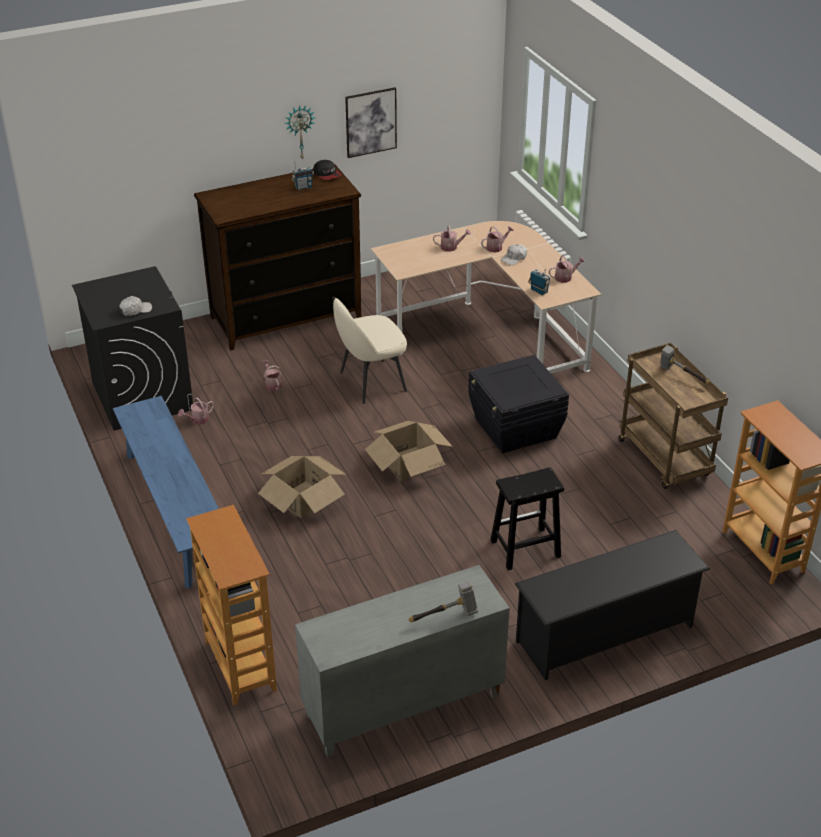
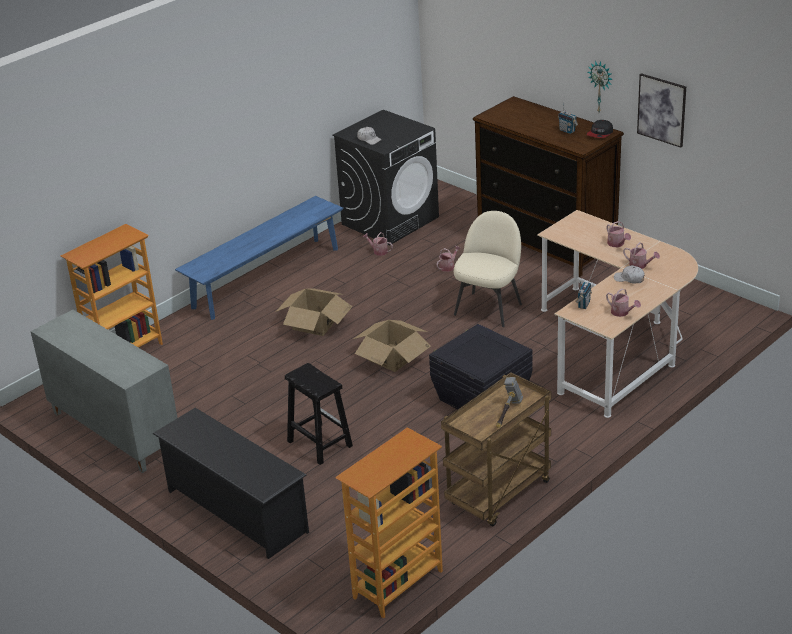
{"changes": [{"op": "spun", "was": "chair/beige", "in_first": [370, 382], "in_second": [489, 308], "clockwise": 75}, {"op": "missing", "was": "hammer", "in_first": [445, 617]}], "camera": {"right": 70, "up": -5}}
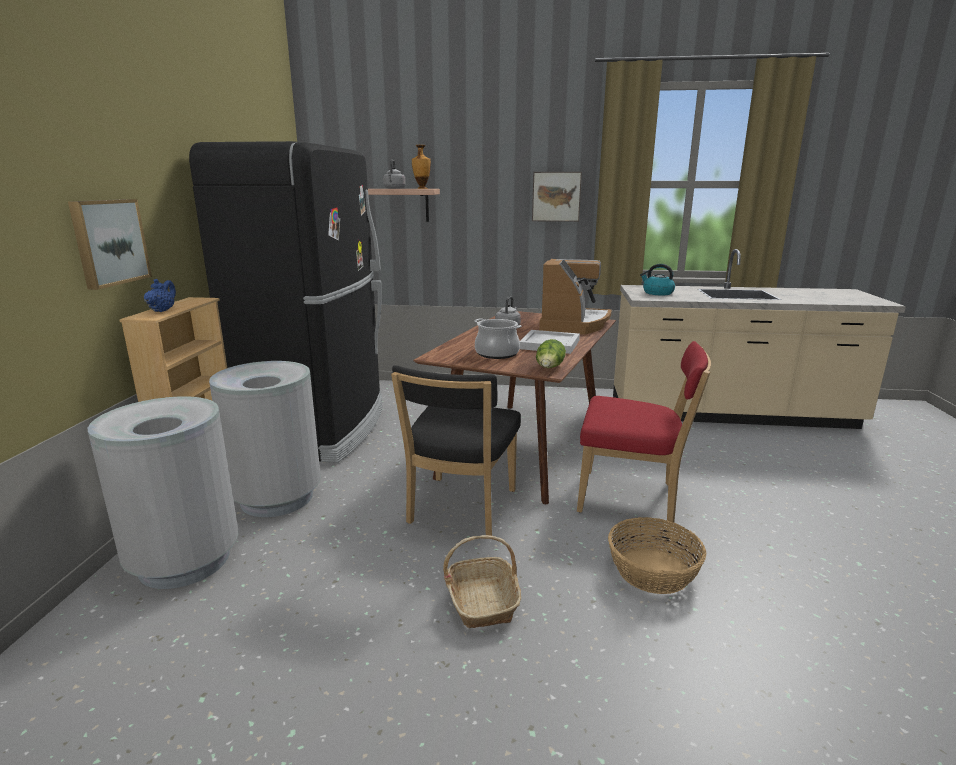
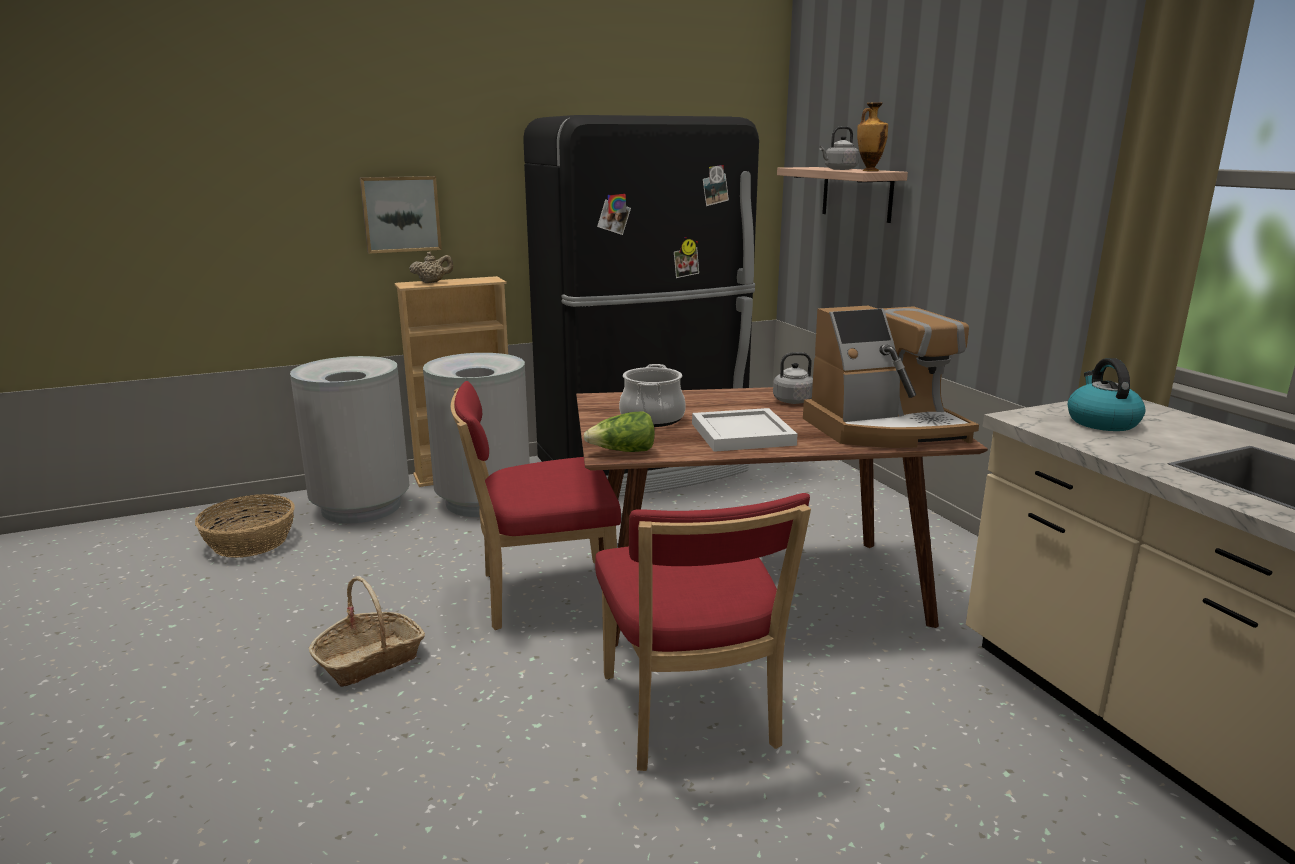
{"changes": [{"op": "colour", "was": "teapot/blue", "now": "teapot/beige", "in_first": [162, 310], "in_second": [432, 282]}, {"op": "colour", "was": "chair/black", "now": "chair/red", "in_first": [460, 509], "in_second": [541, 595]}, {"op": "missing", "was": "picture", "in_first": [556, 196]}, {"op": "relocated", "was": "basket", "in_first": [652, 570], "in_second": [251, 542]}], "camera": {"right": 60, "up": 0}}
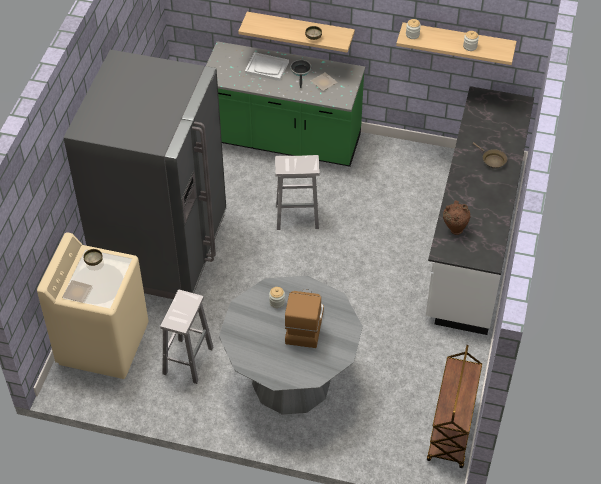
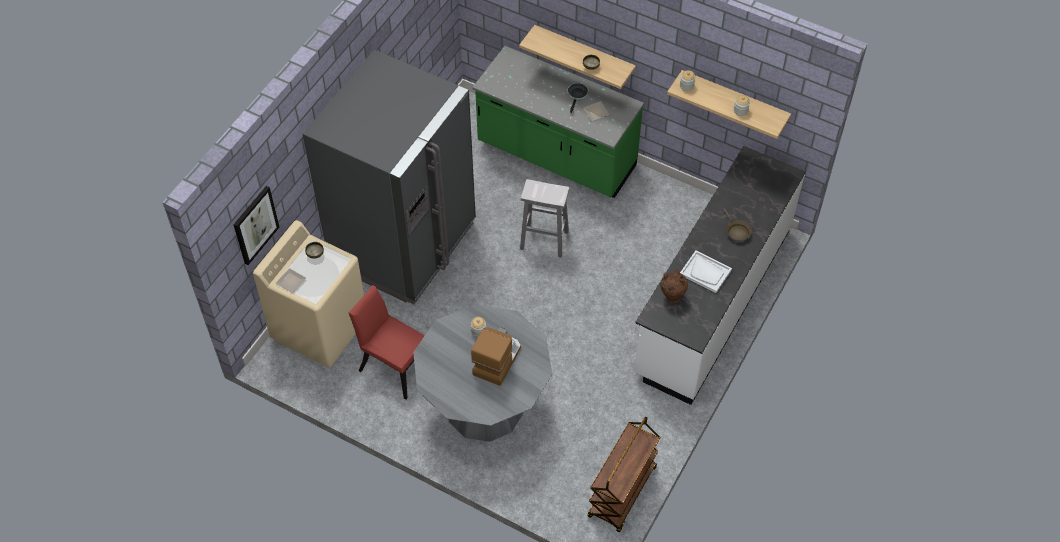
{"changes": [{"op": "exchanged", "was": "stool/white", "now": "chair/red", "in_first": [188, 360], "in_second": [394, 363]}, {"op": "relocated", "was": "tray/white", "in_first": [267, 67], "in_second": [705, 272]}, {"op": "appeared", "now": "picture", "in_second": [255, 225]}], "camera": {"right": 15, "up": 5}}
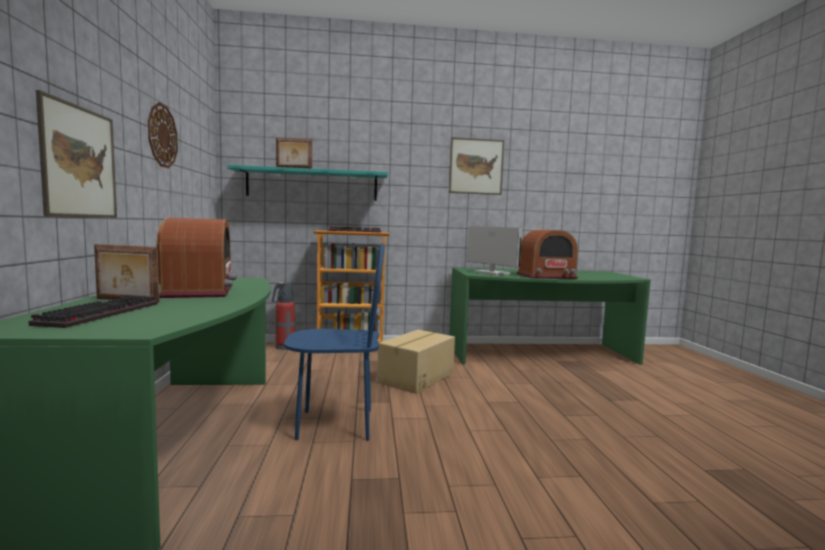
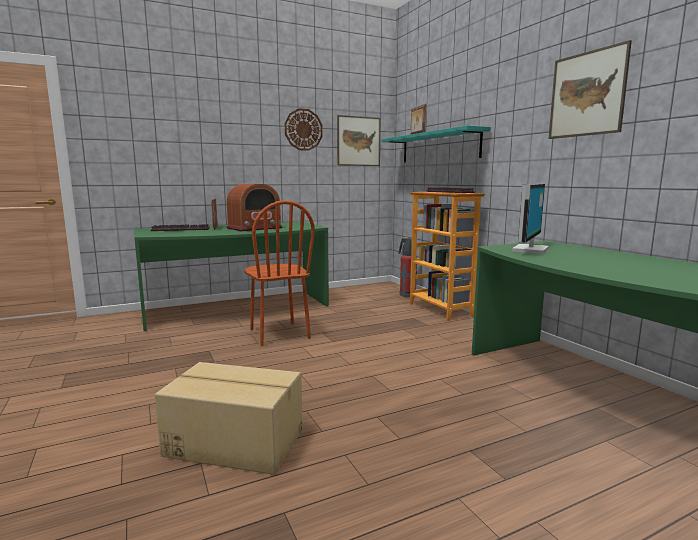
{"changes": [{"op": "relocated", "was": "picture", "in_first": [80, 162], "in_second": [358, 141]}, {"op": "colour", "was": "chair/blue", "now": "chair/brown", "in_first": [335, 424], "in_second": [279, 334]}, {"op": "relocated", "was": "cardboard box", "in_first": [415, 378], "in_second": [235, 442]}, {"op": "missing", "was": "radio", "in_first": [546, 276]}], "camera": {"right": 70, "up": 5}}
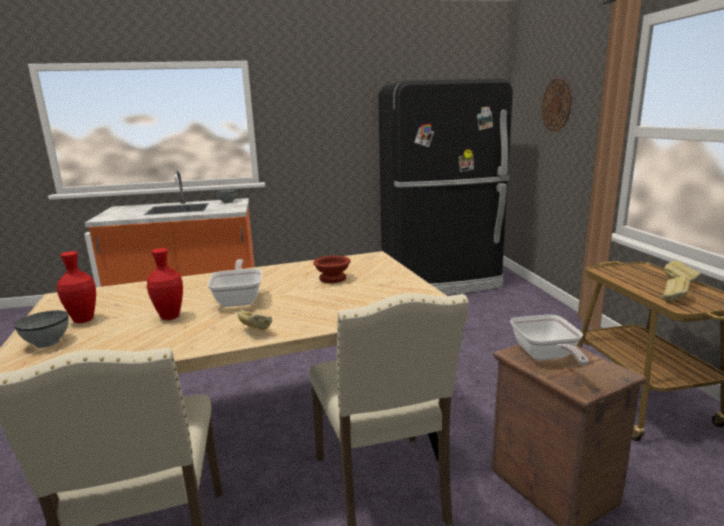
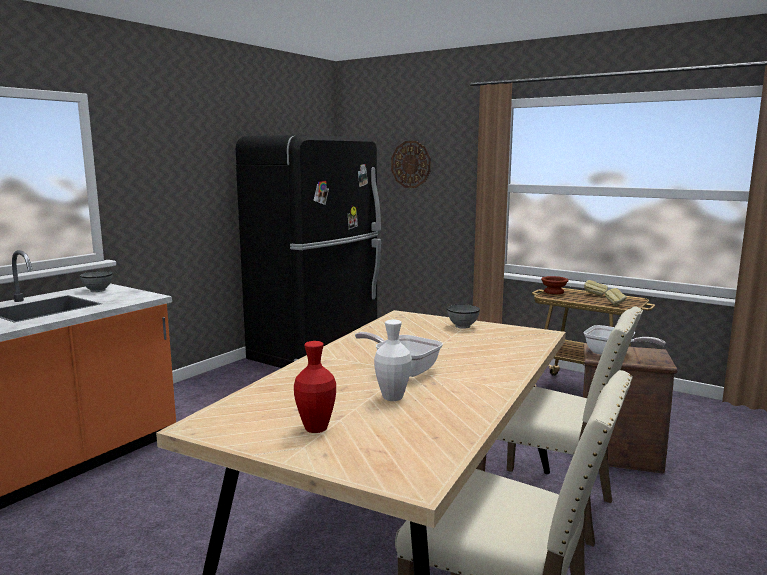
{"changes": [{"op": "relocated", "was": "bowl/grey", "in_first": [47, 343], "in_second": [462, 326]}, {"op": "colour", "was": "vase/red", "now": "vase/white", "in_first": [170, 317], "in_second": [392, 398]}, {"op": "missing", "was": "bread", "in_first": [255, 331]}, {"op": "relocated", "was": "bowl/brown", "in_first": [334, 278], "in_second": [554, 292]}], "camera": {"right": -45, "up": -5}}
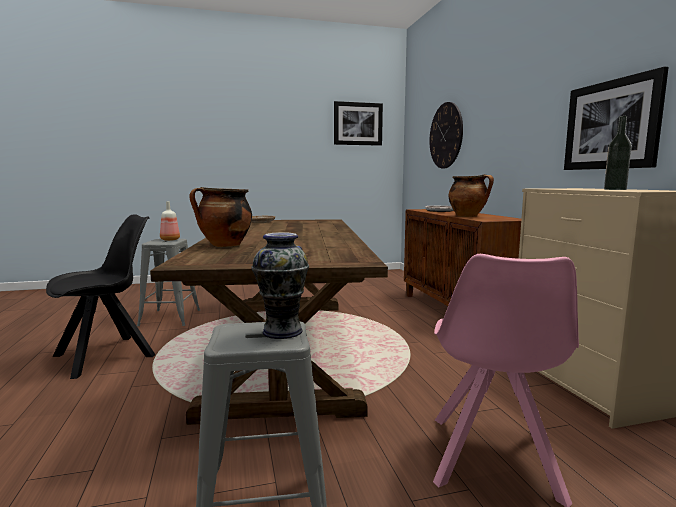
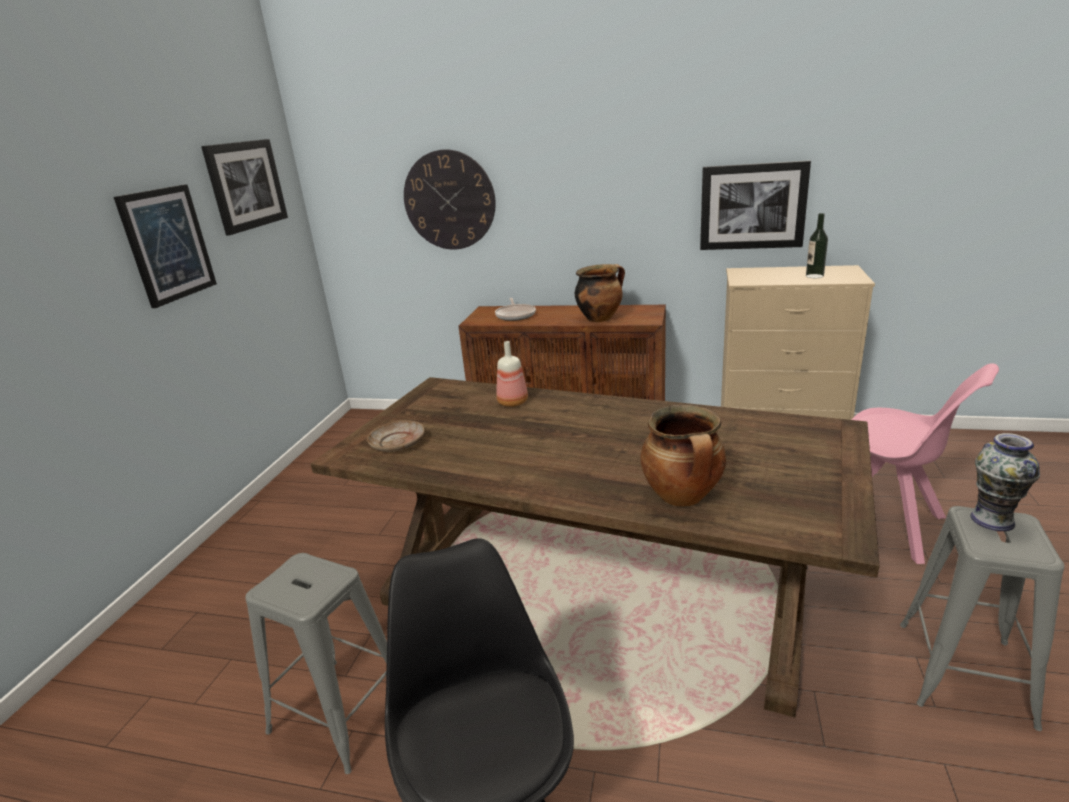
{"changes": [{"op": "relocated", "was": "bottle", "in_first": [169, 240], "in_second": [513, 403]}, {"op": "appeared", "now": "picture", "in_second": [167, 244]}], "camera": {"right": -60, "up": 15}}
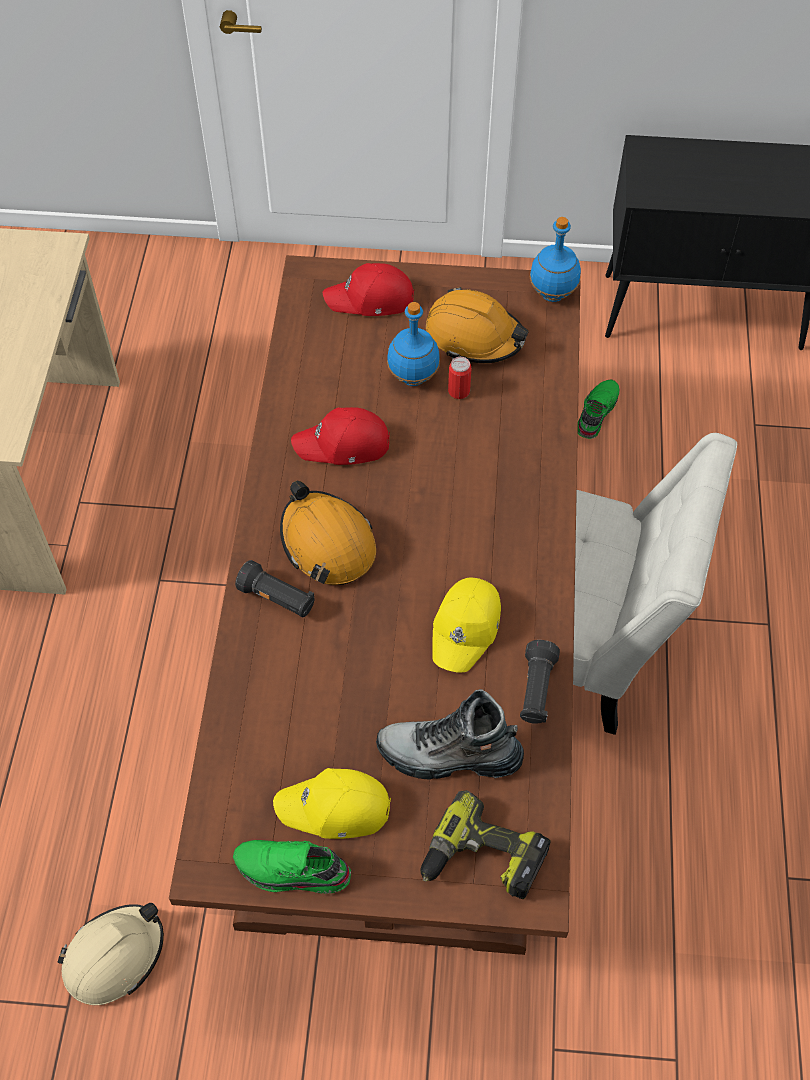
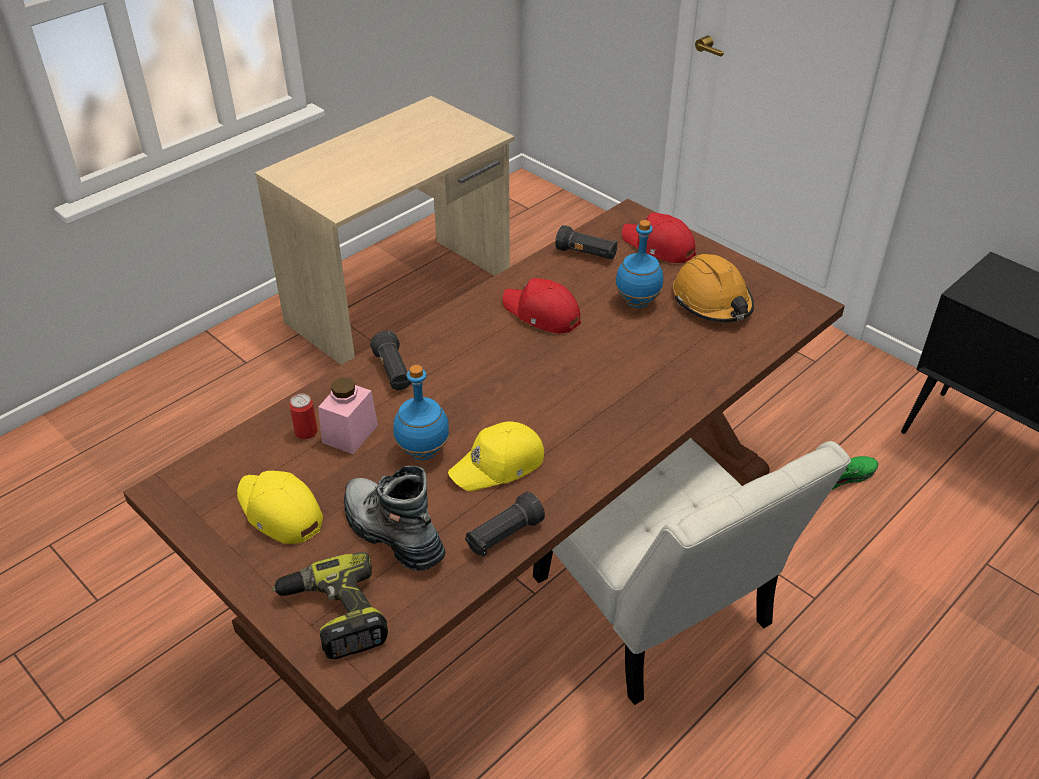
{"changes": [{"op": "missing", "was": "hard hat/beige", "in_first": [114, 956]}, {"op": "missing", "was": "shoe/green", "in_first": [291, 872]}, {"op": "missing", "was": "hard hat/orange", "in_first": [327, 543]}, {"op": "relocated", "was": "can", "in_first": [459, 391], "in_second": [306, 432]}, {"op": "relocated", "was": "bottle/blue", "in_first": [552, 294], "in_second": [422, 452]}, {"op": "appeared", "now": "jar/pink", "in_second": [350, 433]}, {"op": "appeared", "now": "flashlight/black", "in_second": [586, 254]}], "camera": {"right": 40, "up": -15}}
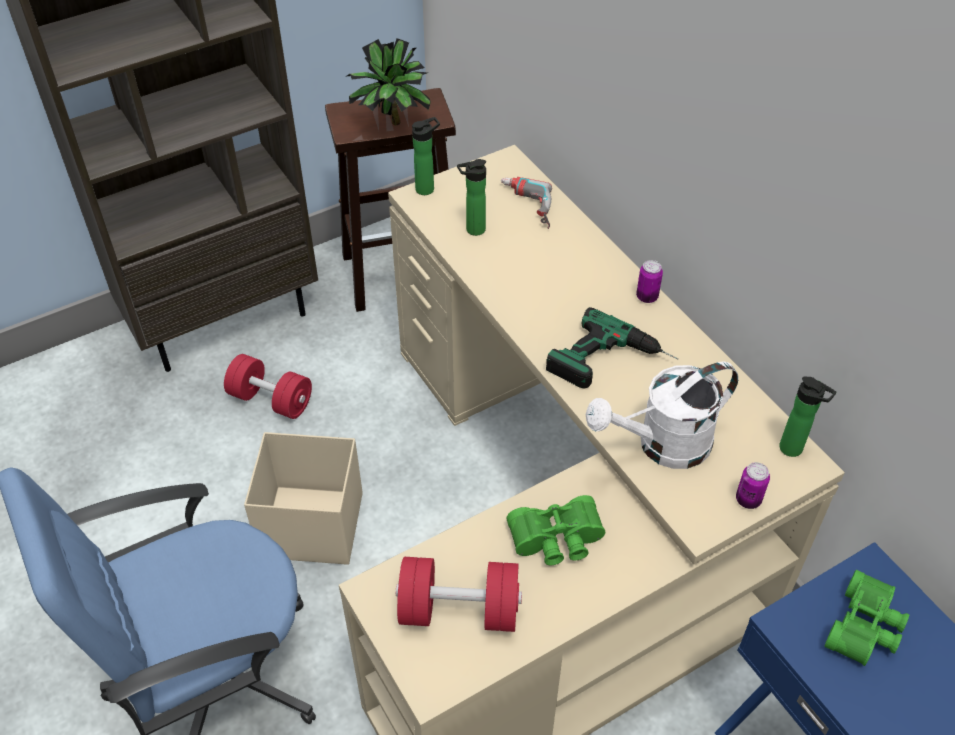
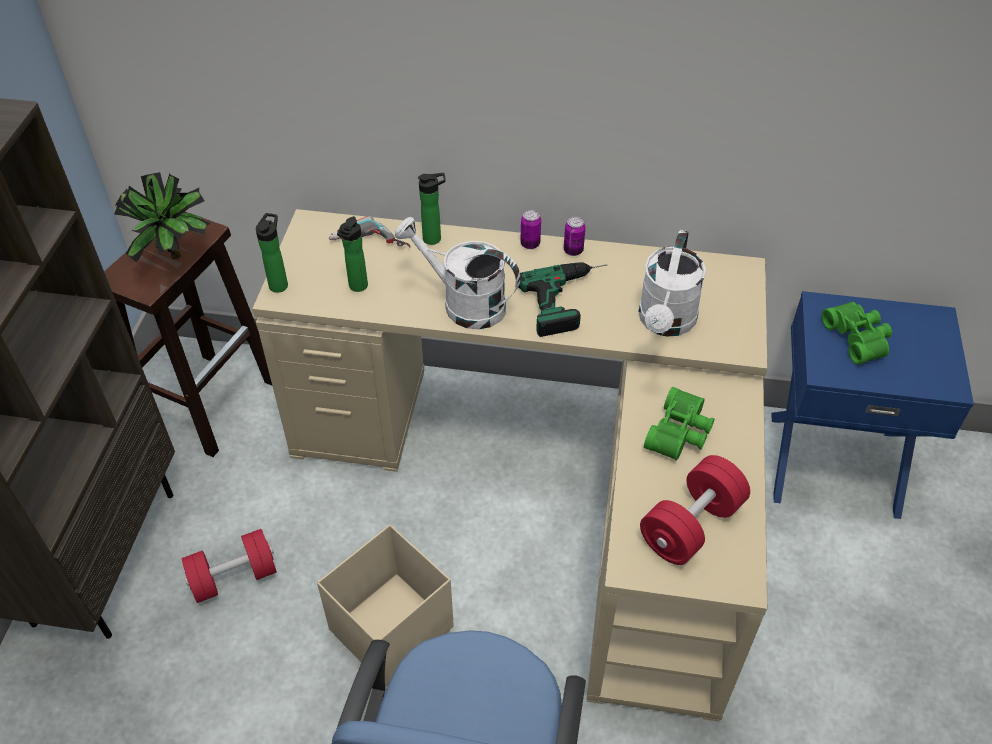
{"changes": [{"op": "relocated", "was": "can", "in_first": [748, 500], "in_second": [573, 250]}, {"op": "relocated", "was": "bottle", "in_first": [794, 450], "in_second": [435, 238]}, {"op": "appeared", "now": "watering can/white", "in_second": [463, 303]}], "camera": {"right": -50, "up": 0}}
